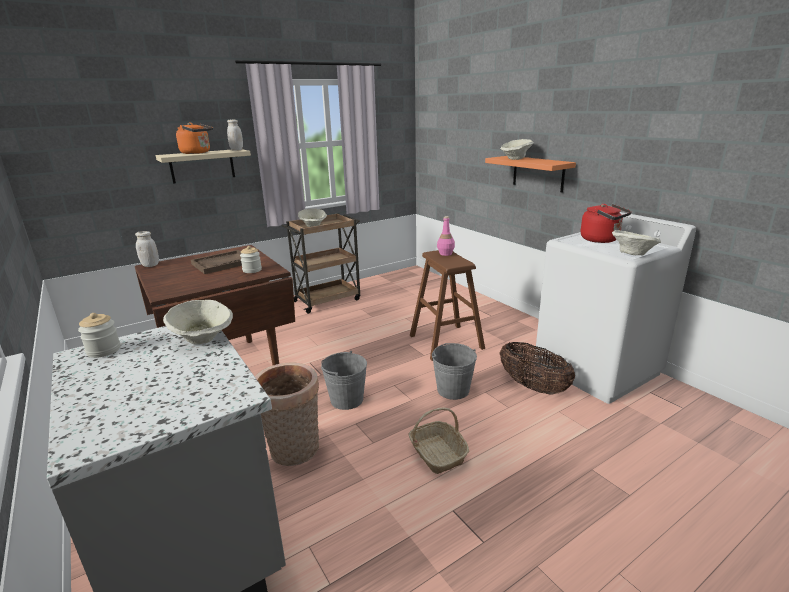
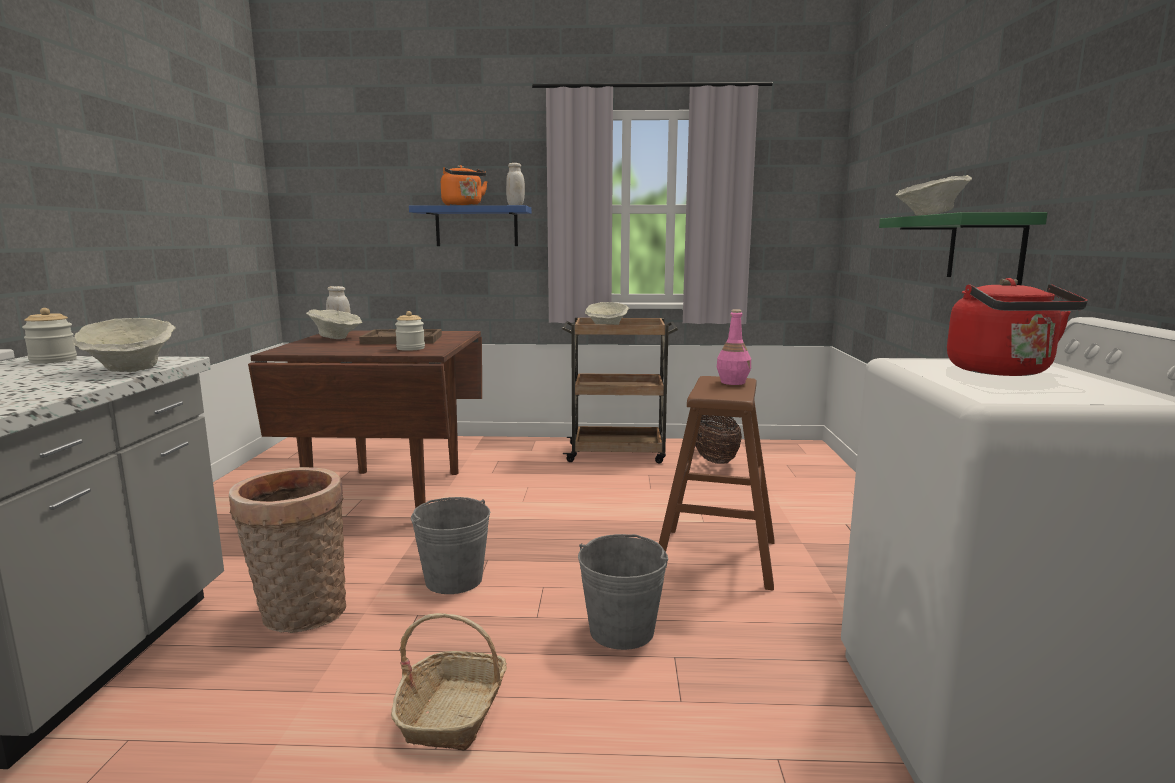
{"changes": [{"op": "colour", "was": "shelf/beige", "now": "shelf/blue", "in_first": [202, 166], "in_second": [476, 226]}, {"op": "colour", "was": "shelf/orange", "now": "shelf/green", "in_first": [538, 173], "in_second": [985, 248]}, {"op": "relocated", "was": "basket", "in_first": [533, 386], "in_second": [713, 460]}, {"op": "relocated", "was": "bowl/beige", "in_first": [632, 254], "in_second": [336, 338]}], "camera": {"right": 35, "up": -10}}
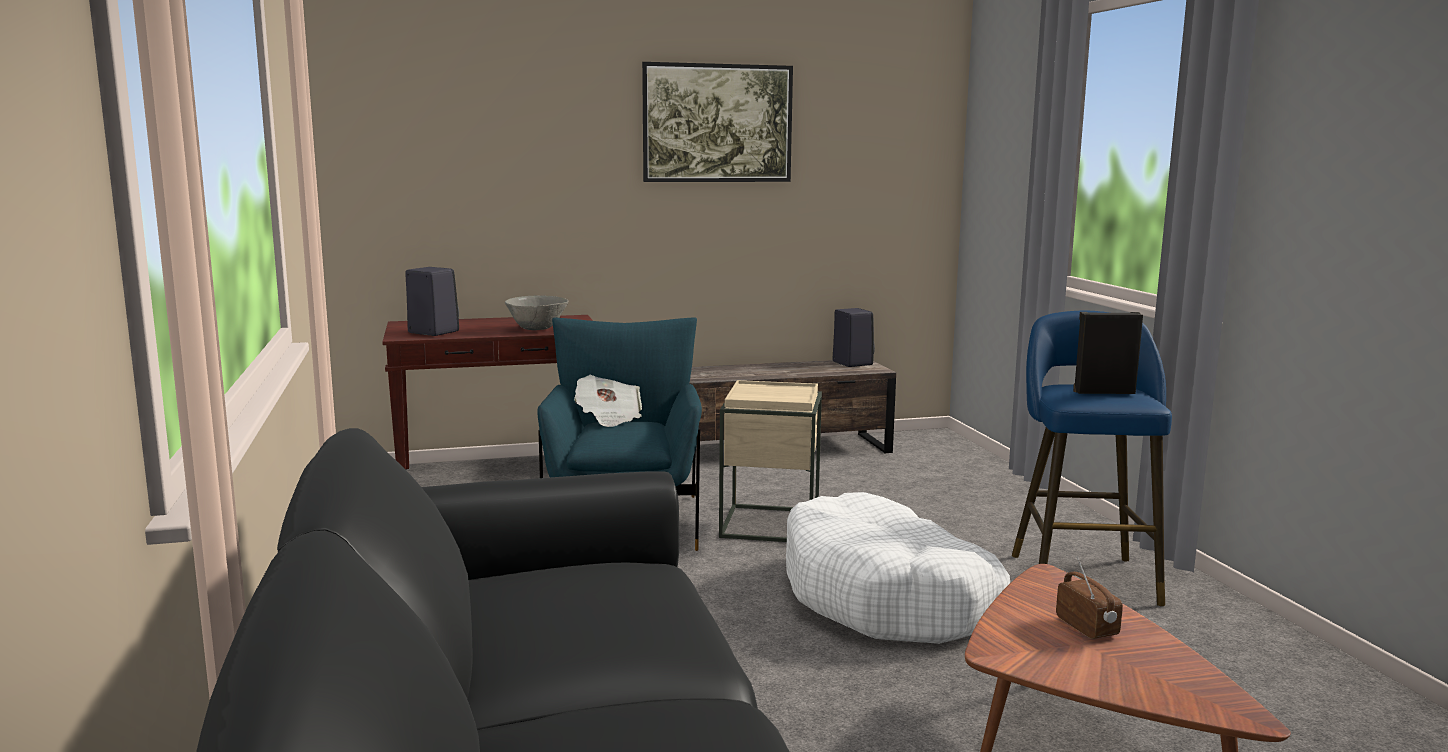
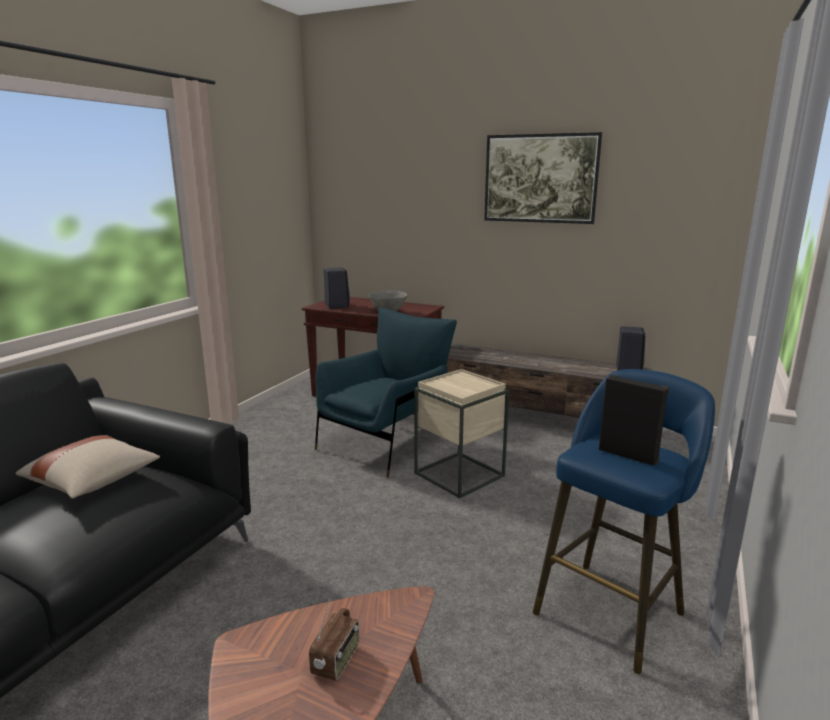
{"changes": [{"op": "missing", "was": "newspaper", "in_first": [609, 417]}, {"op": "missing", "was": "dog bed/white", "in_first": [888, 597]}, {"op": "appeared", "now": "pillow/beige", "in_second": [93, 482]}], "camera": {"right": 40, "up": 5}}
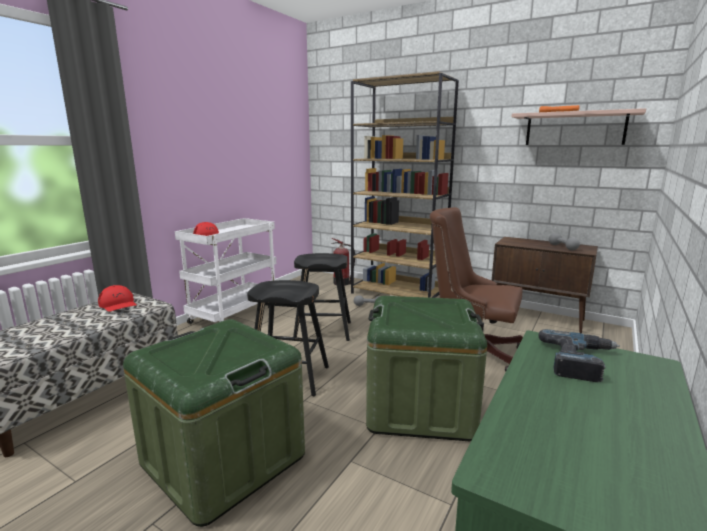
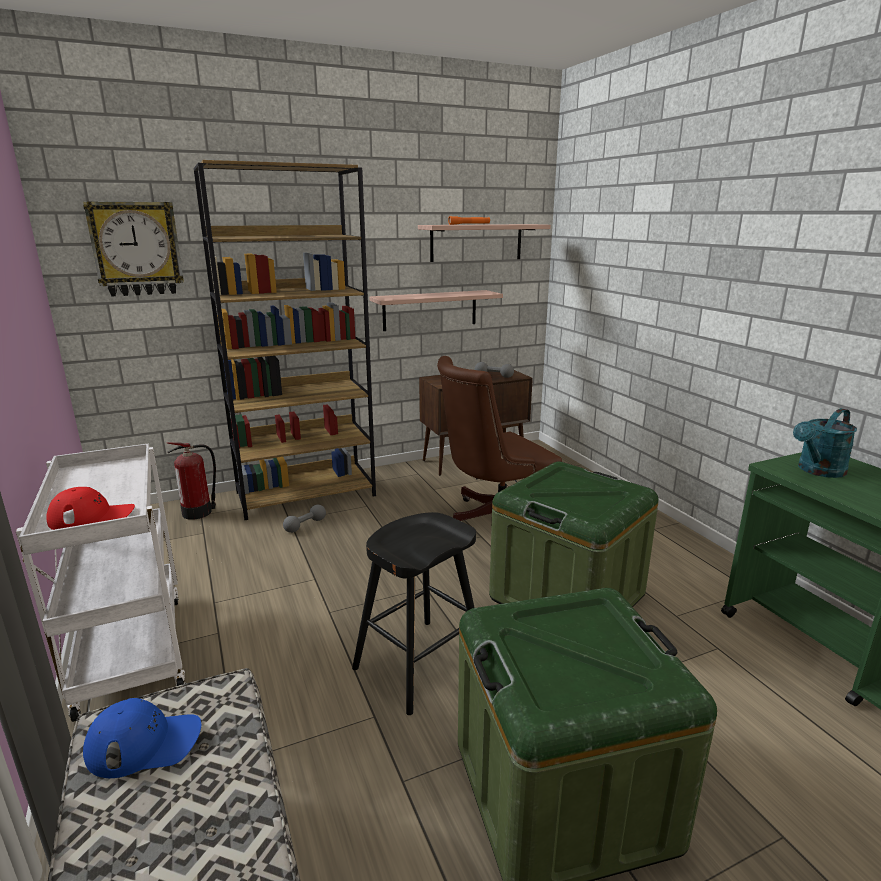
{"changes": [{"op": "colour", "was": "cap/red", "now": "cap/blue", "in_first": [118, 304], "in_second": [145, 743]}, {"op": "missing", "was": "stool/black", "in_first": [322, 331]}, {"op": "exchanged", "was": "power drill", "now": "watering can/turquoise", "in_first": [580, 361], "in_second": [817, 471]}, {"op": "appeared", "now": "wall clock", "in_second": [137, 249]}, {"op": "appeared", "now": "shelf", "in_second": [430, 310]}], "camera": {"right": -55, "up": 5}}
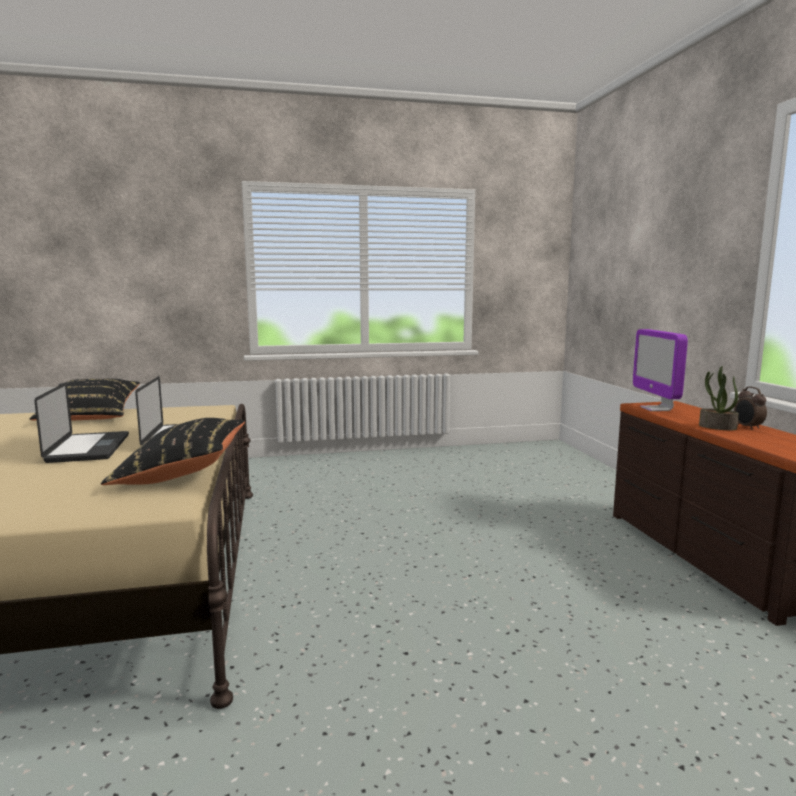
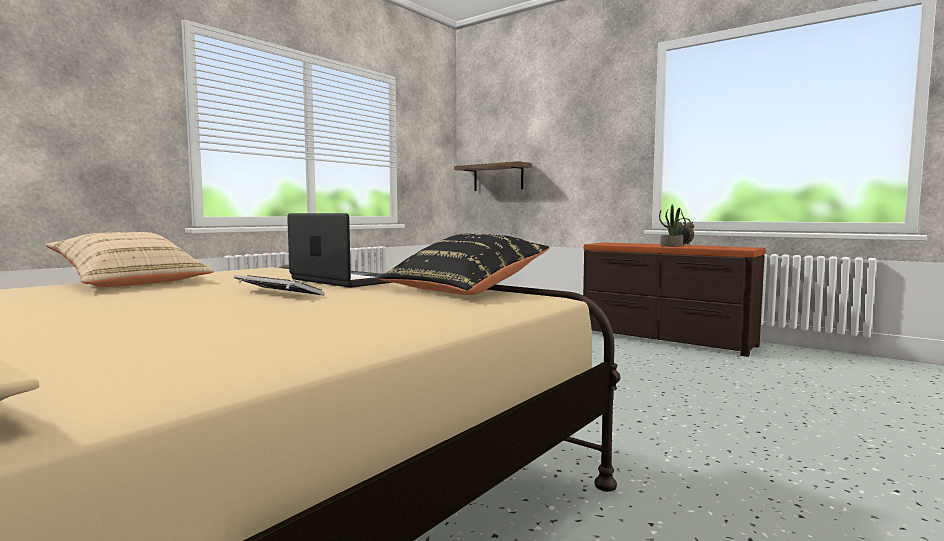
{"changes": [{"op": "colour", "was": "pillow/black", "now": "pillow/beige", "in_first": [90, 416], "in_second": [132, 283]}, {"op": "exchanged", "was": "laptop", "now": "keyboard", "in_first": [88, 448], "in_second": [277, 293]}, {"op": "missing", "was": "monitor", "in_first": [656, 409]}, {"op": "appeared", "now": "shelf", "in_second": [498, 177]}], "camera": {"right": -40, "up": -5}}
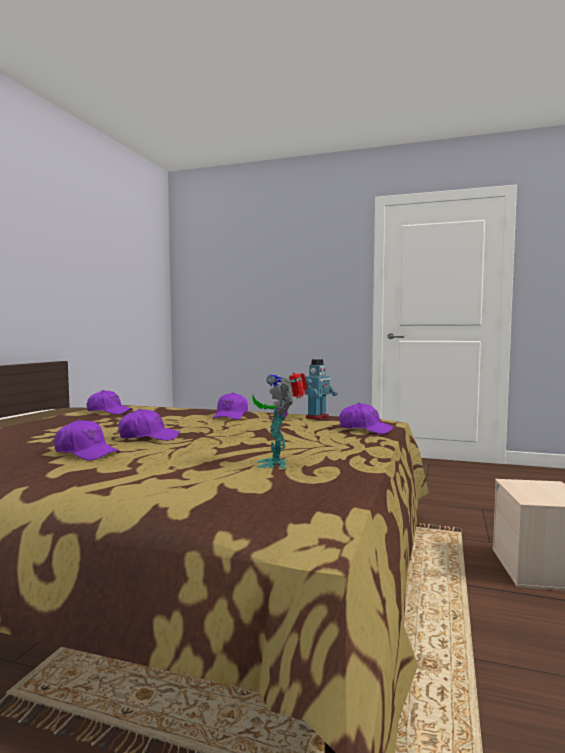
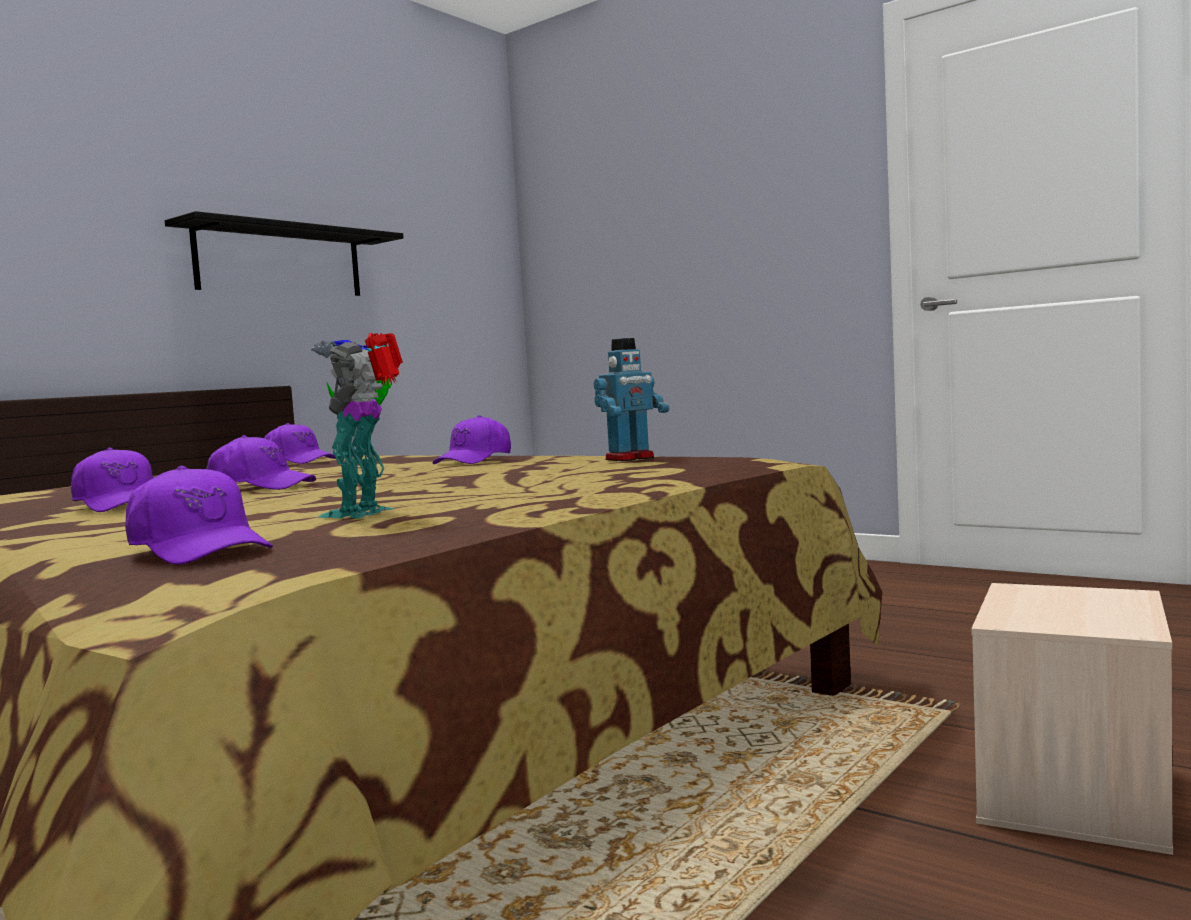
{"changes": [{"op": "relocated", "was": "cap/purple", "in_first": [365, 429], "in_second": [199, 550]}, {"op": "appeared", "now": "shelf/black", "in_second": [280, 262]}], "camera": {"right": 20, "up": 0}}
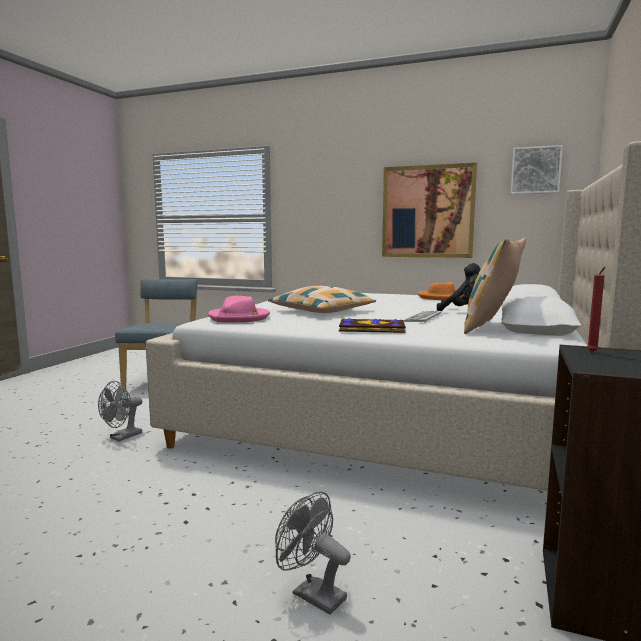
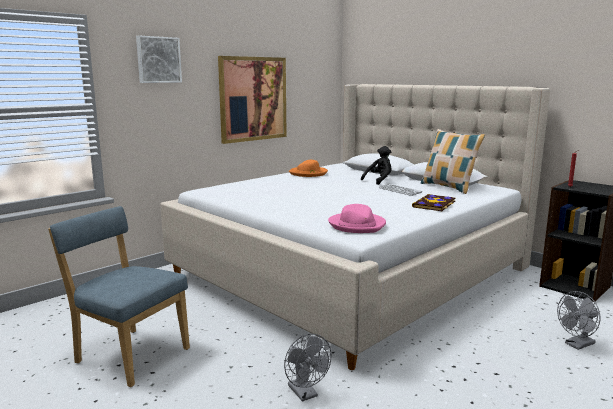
{"changes": [{"op": "missing", "was": "pillow", "in_first": [322, 311]}, {"op": "relocated", "was": "picture", "in_first": [535, 170], "in_second": [158, 60]}], "camera": {"right": -65, "up": 5}}
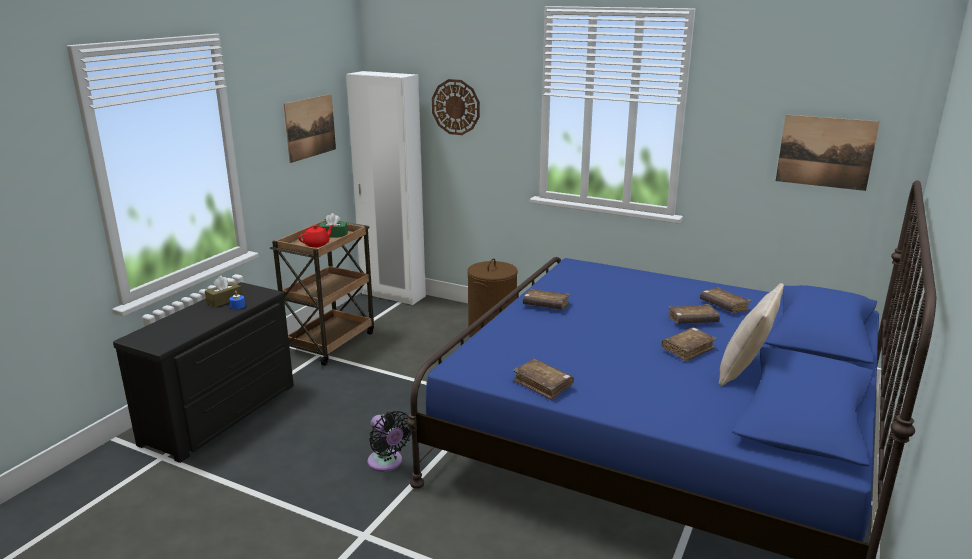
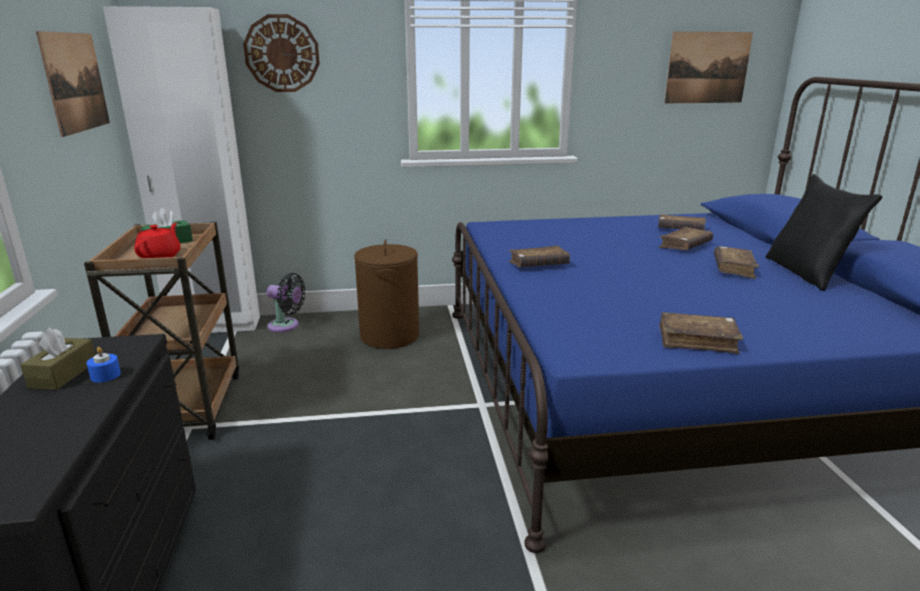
{"changes": [{"op": "relocated", "was": "fan/black", "in_first": [387, 463], "in_second": [286, 326]}, {"op": "colour", "was": "pillow/beige", "now": "pillow/black", "in_first": [744, 370], "in_second": [807, 273]}], "camera": {"right": -35, "up": 0}}
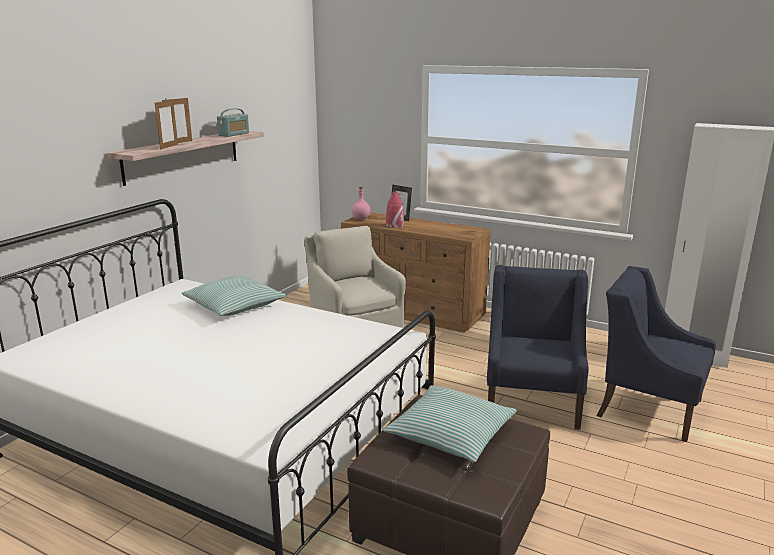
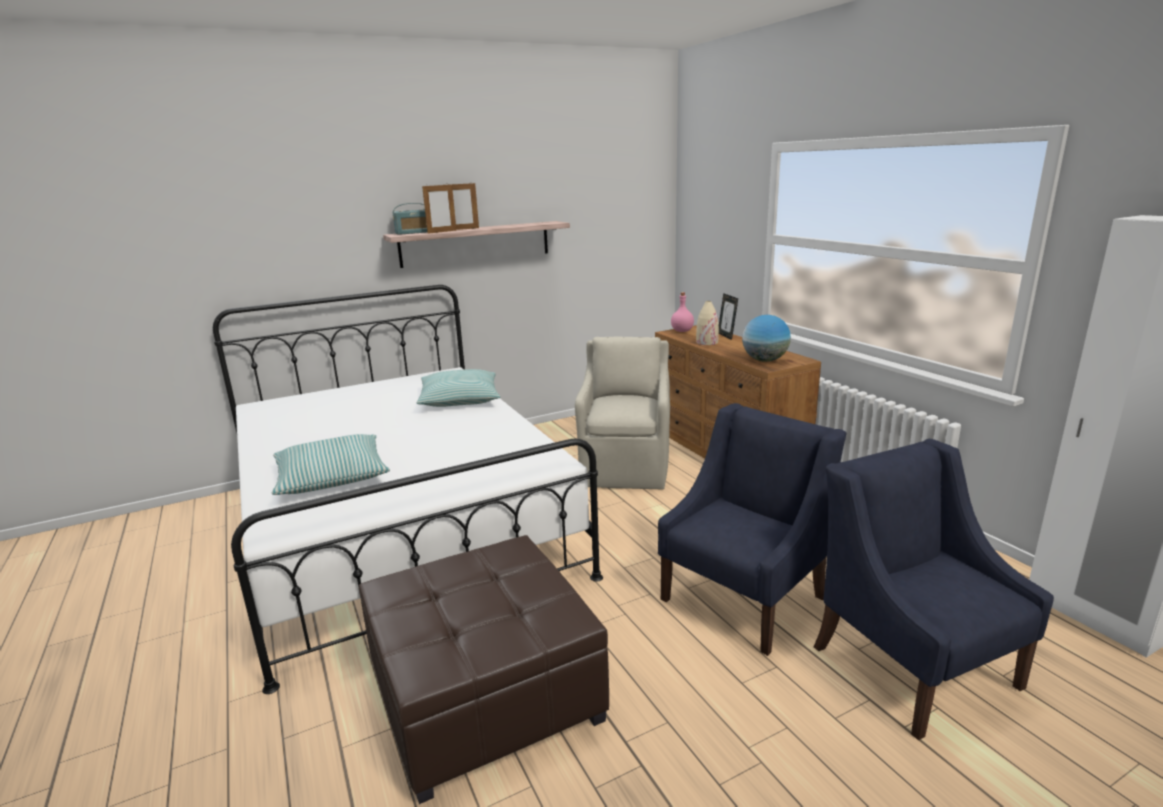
{"changes": [{"op": "relocated", "was": "radio", "in_first": [234, 134], "in_second": [414, 232]}, {"op": "relocated", "was": "pillow", "in_first": [450, 434], "in_second": [331, 477]}, {"op": "colour", "was": "vase/red", "now": "vase/beige", "in_first": [394, 225], "in_second": [706, 342]}, {"op": "appeared", "now": "globe", "in_second": [764, 360]}], "camera": {"right": 35, "up": 0}}
